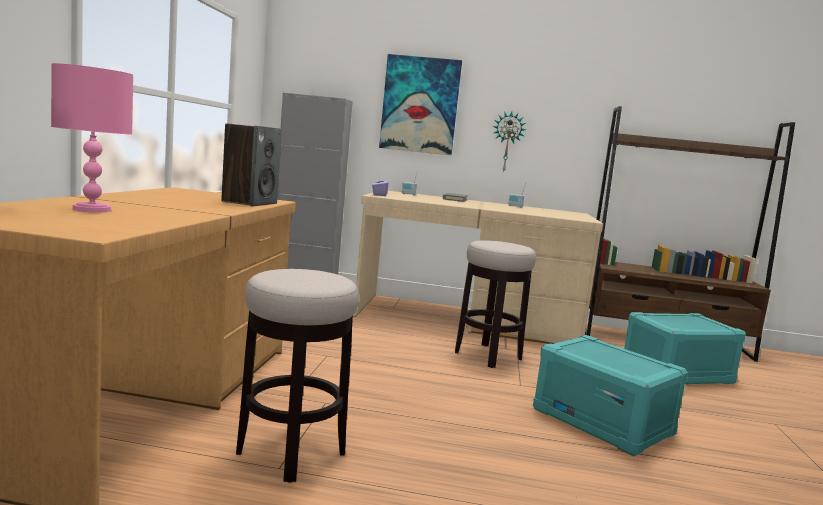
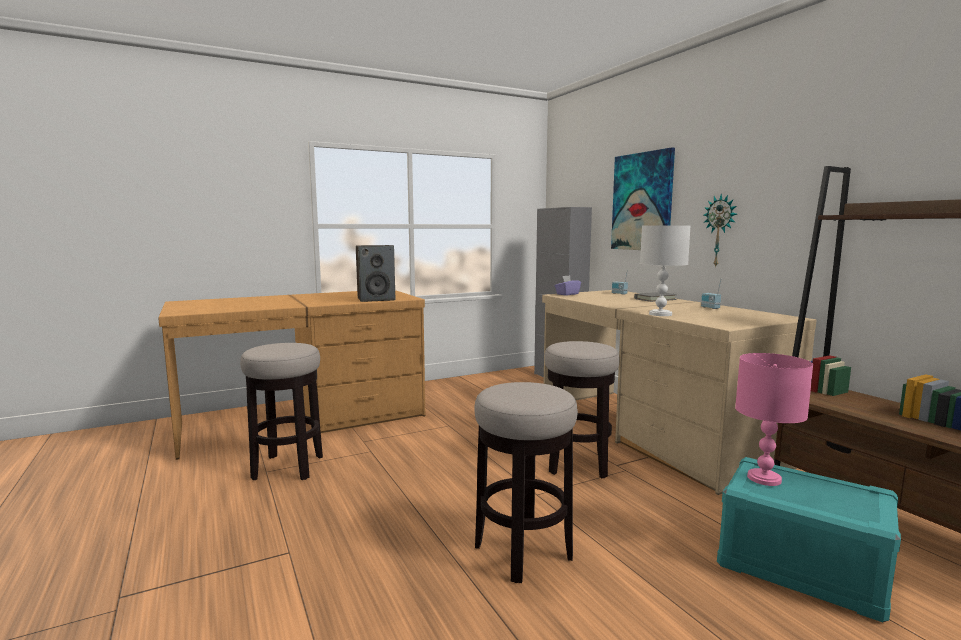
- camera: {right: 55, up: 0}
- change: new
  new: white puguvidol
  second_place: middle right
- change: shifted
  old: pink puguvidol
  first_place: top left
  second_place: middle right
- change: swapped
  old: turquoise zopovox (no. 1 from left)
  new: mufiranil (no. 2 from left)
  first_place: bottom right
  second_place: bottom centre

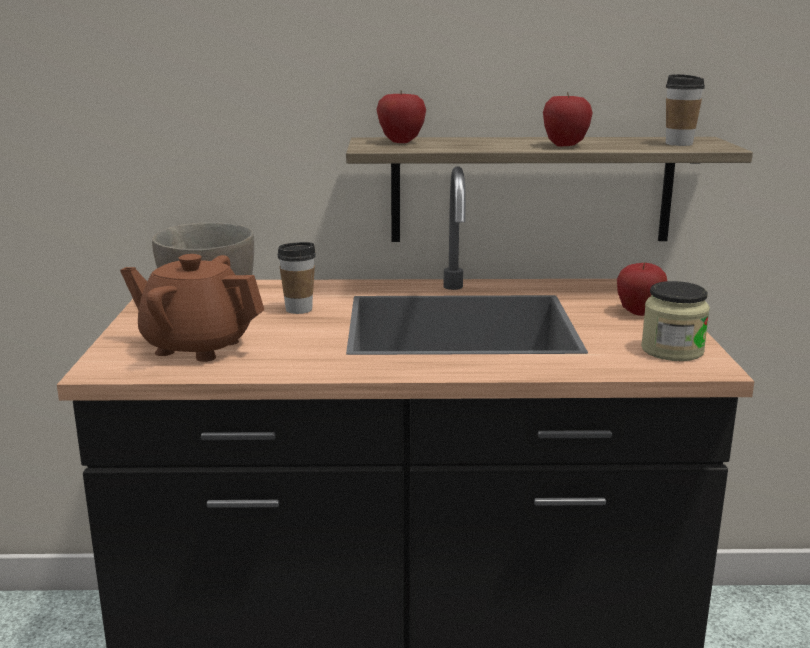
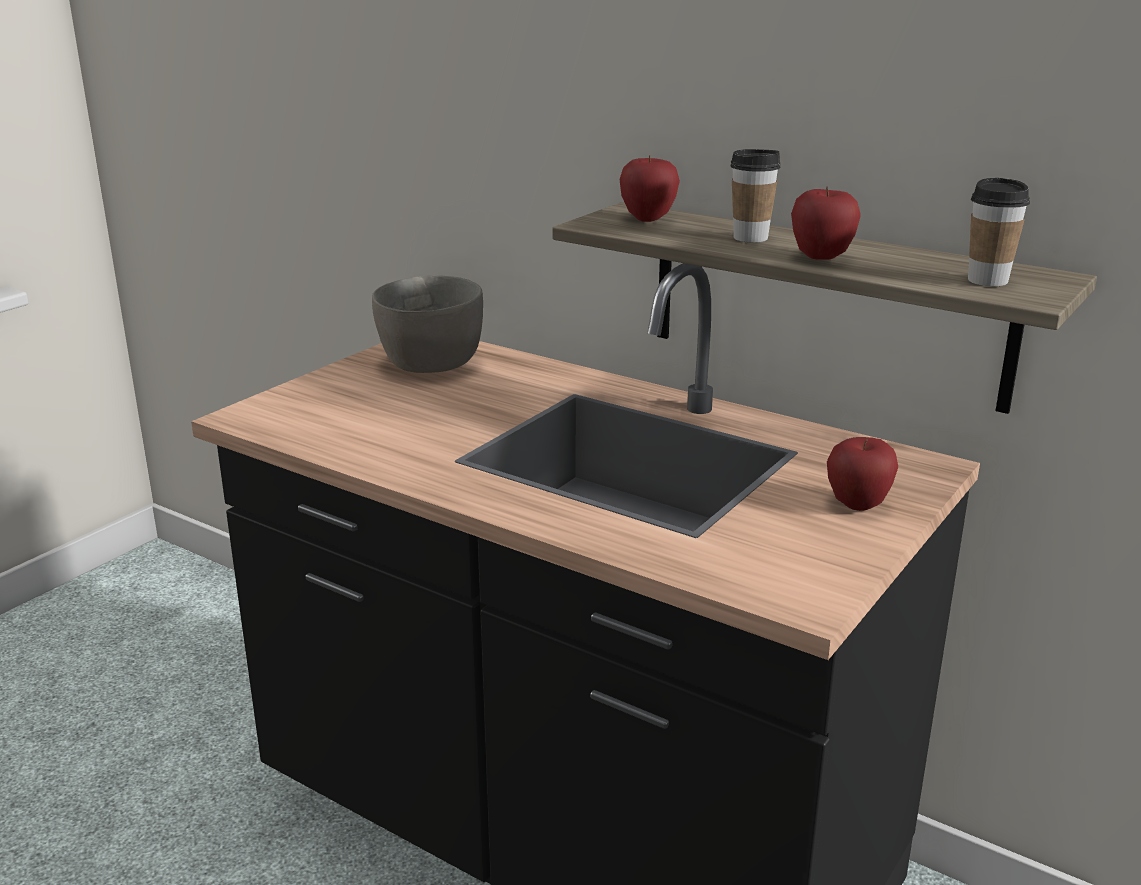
- camera: {right: 35, up: 5}
- change: gone
  old: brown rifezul
  first_place: middle left
- change: gone
  old: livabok
  first_place: middle right
- change: shifted
  old: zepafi (no. 1 from left)
  first_place: centre
  second_place: top centre

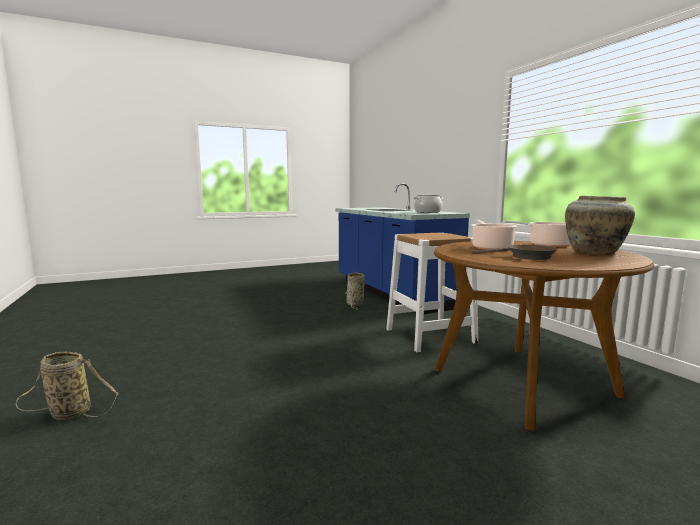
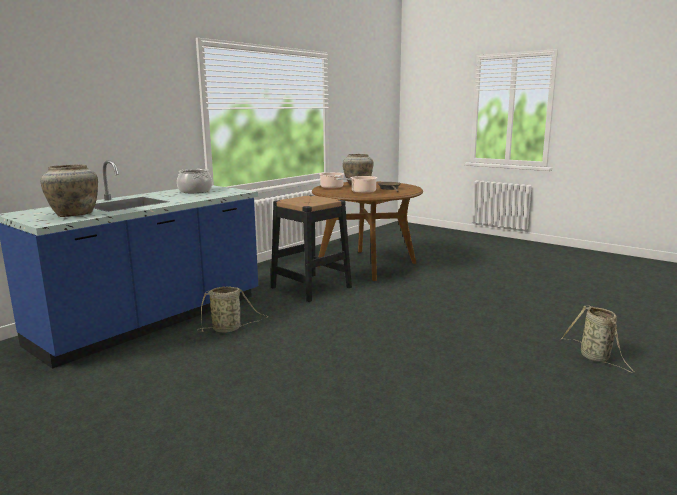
- camera: {right: -115, up: 5}
- change: new
  new: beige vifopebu (no. 1 from left)
  second_place: middle left
- change: repainted
  old: white mufiranil
  new: black mufiranil
  first_place: centre
  second_place: centre

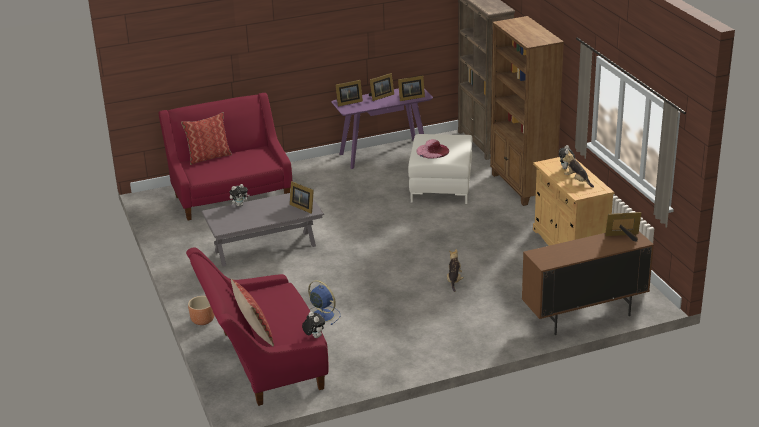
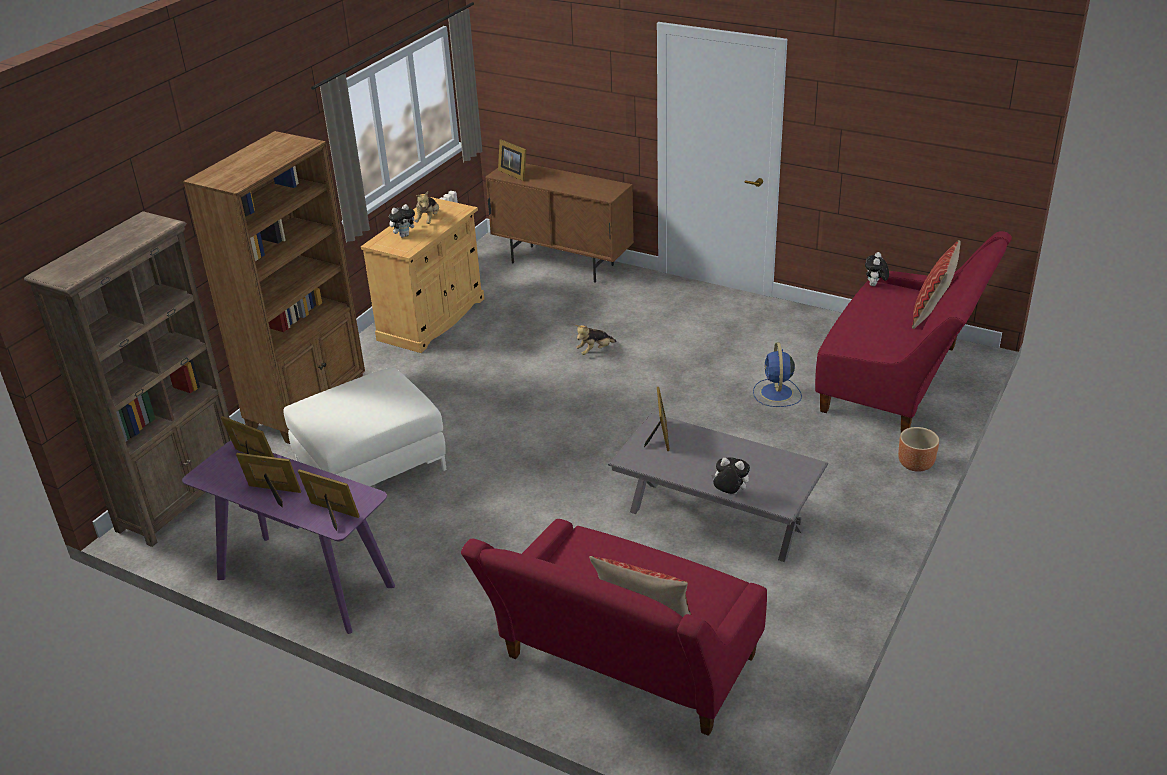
- camera: {right: -130, up: 5}
- change: gone
  old: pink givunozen
  first_place: centre

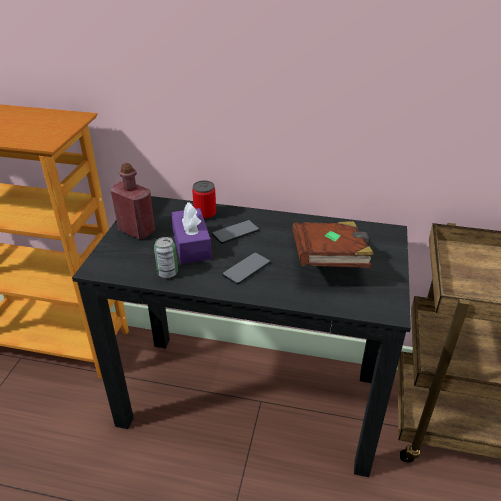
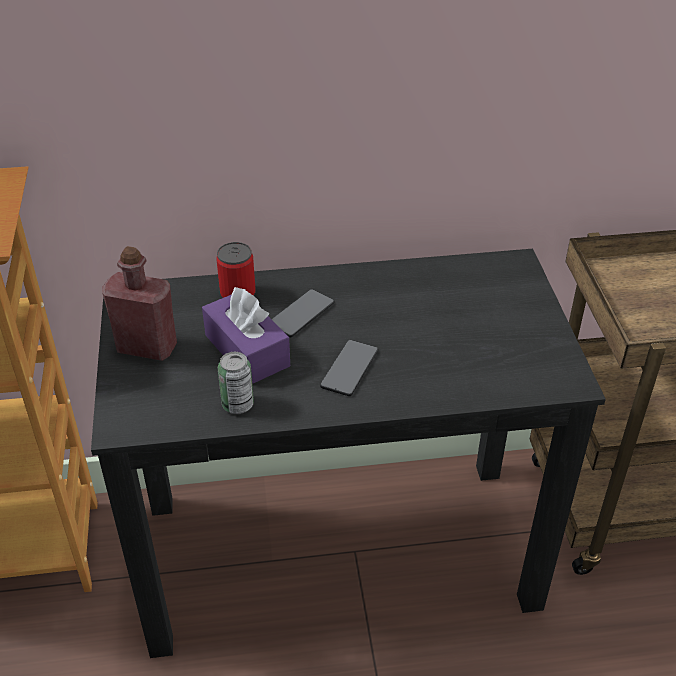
- camera: {right: -20, up: 5}
- change: gone
  old: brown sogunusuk
  first_place: centre

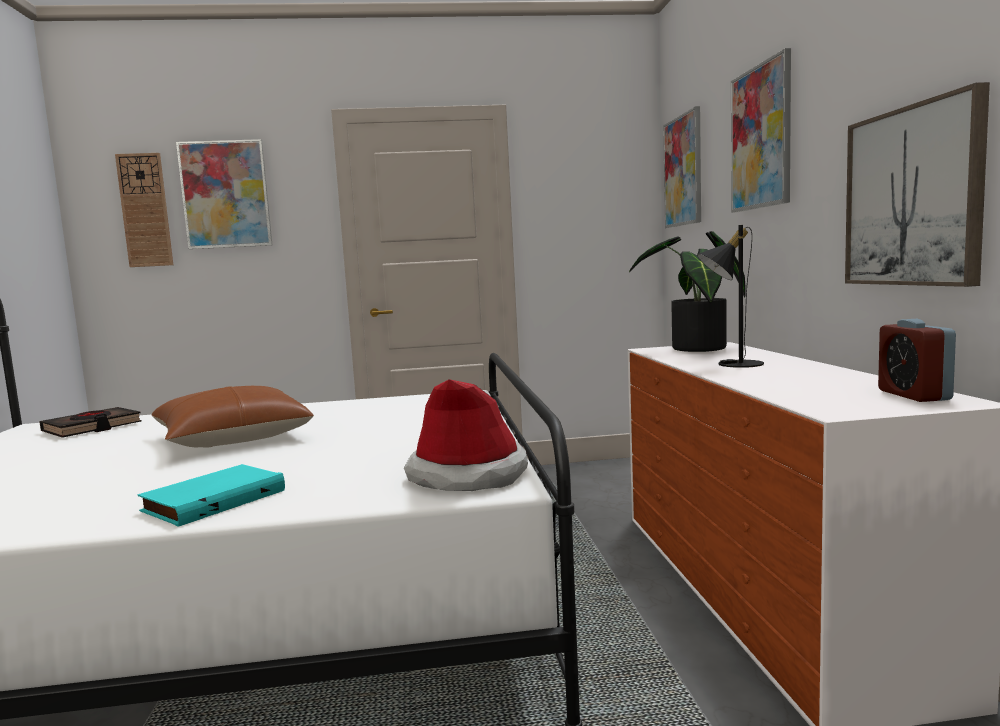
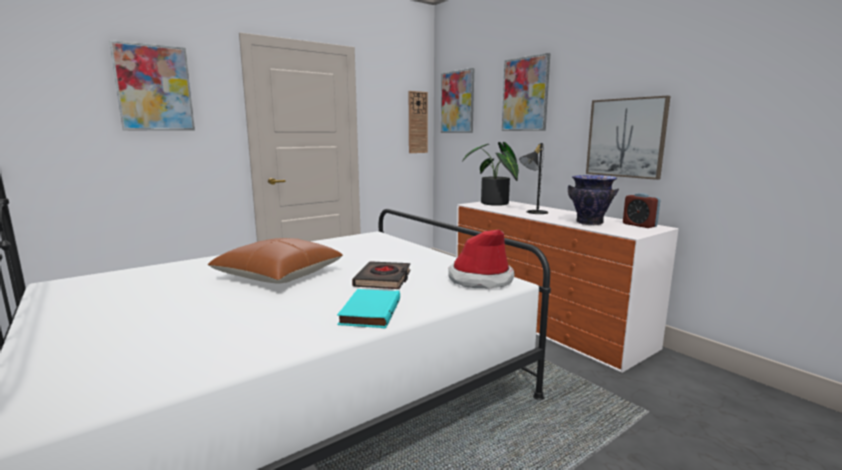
- camera: {right: -30, up: 5}
- change: new
  new: vifopebu
  second_place: middle right
- change: shifted
  old: black sogunusuk
  first_place: middle left
  second_place: centre
- change: shifted
  old: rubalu
  first_place: top left
  second_place: top centre

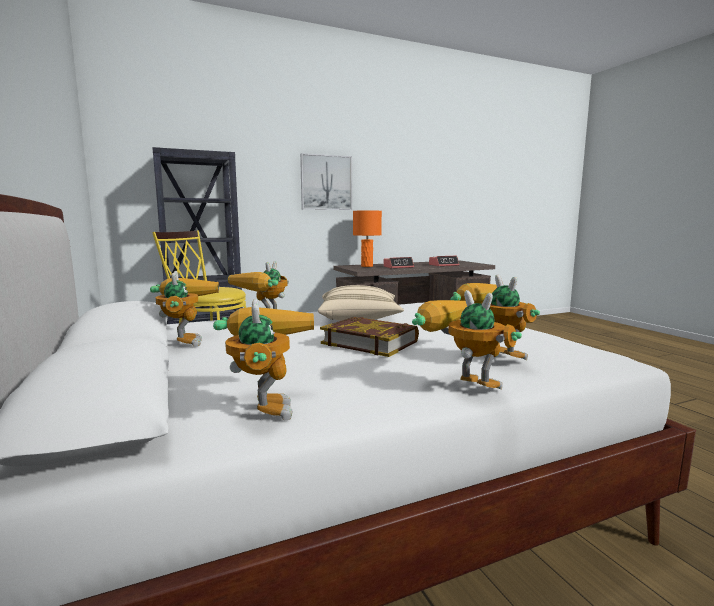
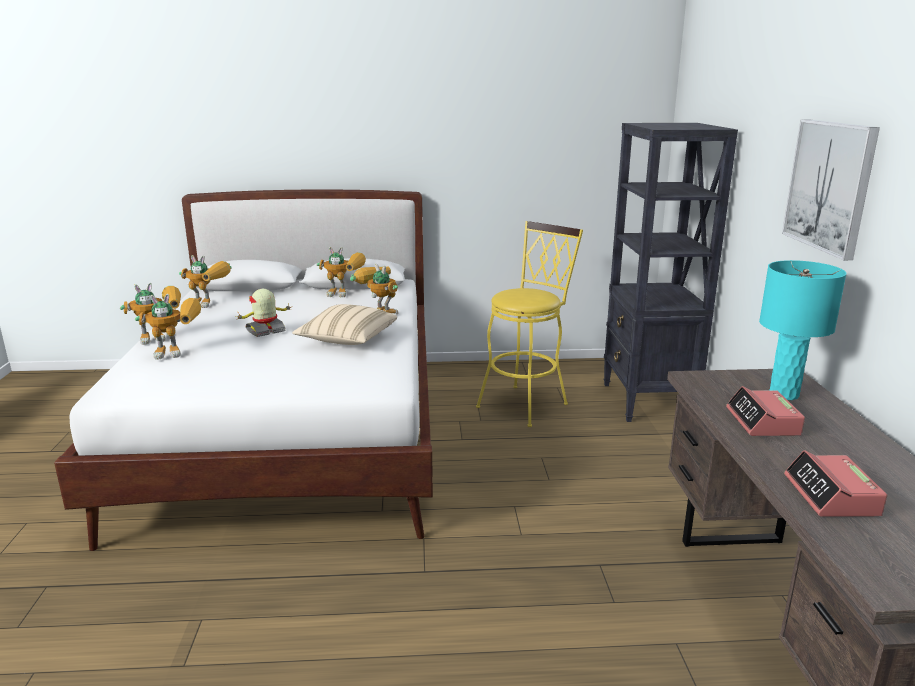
- camera: {right: 110, up: 10}
- change: swapped
  old: sogunusuk
  new: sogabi (no. 4 from left)
  first_place: centre
  second_place: middle left
- change: repainted
  old: orange puguvidol
  new: turquoise puguvidol
  first_place: centre
  second_place: middle right

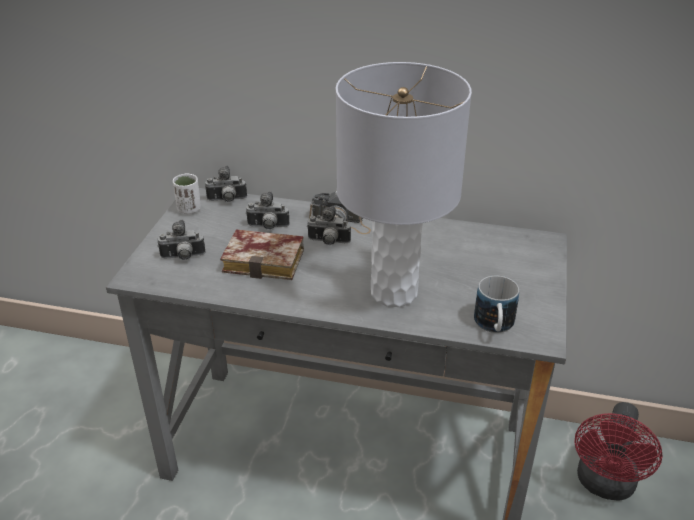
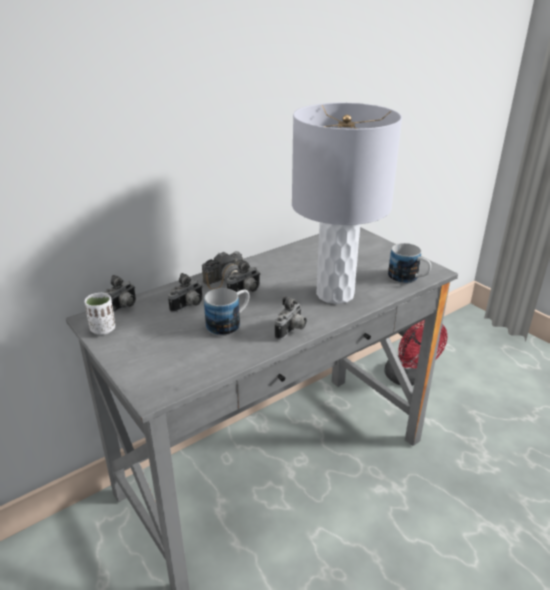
- camera: {right: -50, up: -5}
- change: shifted
  old: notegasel (no. 1 from left in the first image)
  new: notegasel (no. 5 from left)
  first_place: middle left
  second_place: centre
- change: swapped
  old: sogunusuk
  new: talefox (no. 1 from left)
  first_place: centre
  second_place: centre

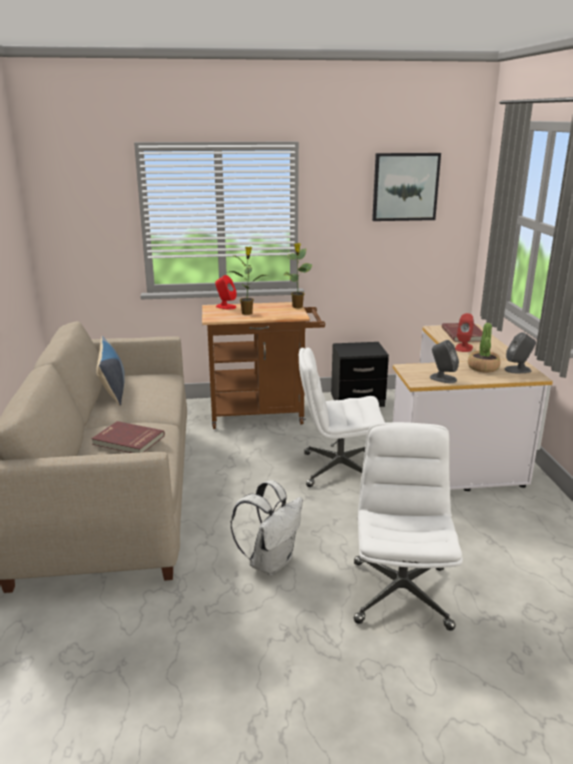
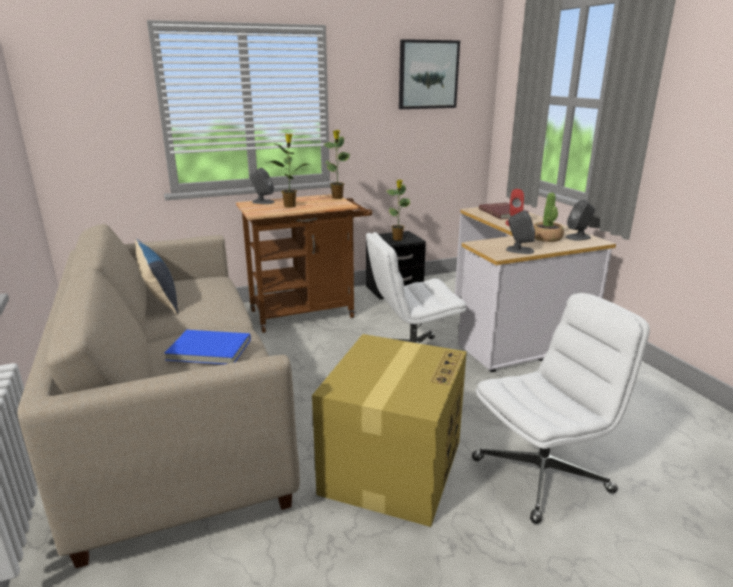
- camera: {right: -15, up: 0}
- change: new
  new: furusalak (no. 3 from left)
  second_place: centre
- change: swapped
  old: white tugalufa
  new: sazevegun
  first_place: bottom centre
  second_place: bottom centre
- change: repainted
  old: red sogunusuk (no. 1 from left)
  new: blue sogunusuk
  first_place: middle left
  second_place: middle left
- change: repainted
  old: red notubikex (no. 1 from left)
  new: grey notubikex (no. 1 from left)
  first_place: centre
  second_place: top centre
- change: rotated
  old: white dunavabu (no. 2 from left)
  first_place: bottom right
  second_place: bottom right
  degrees: 75

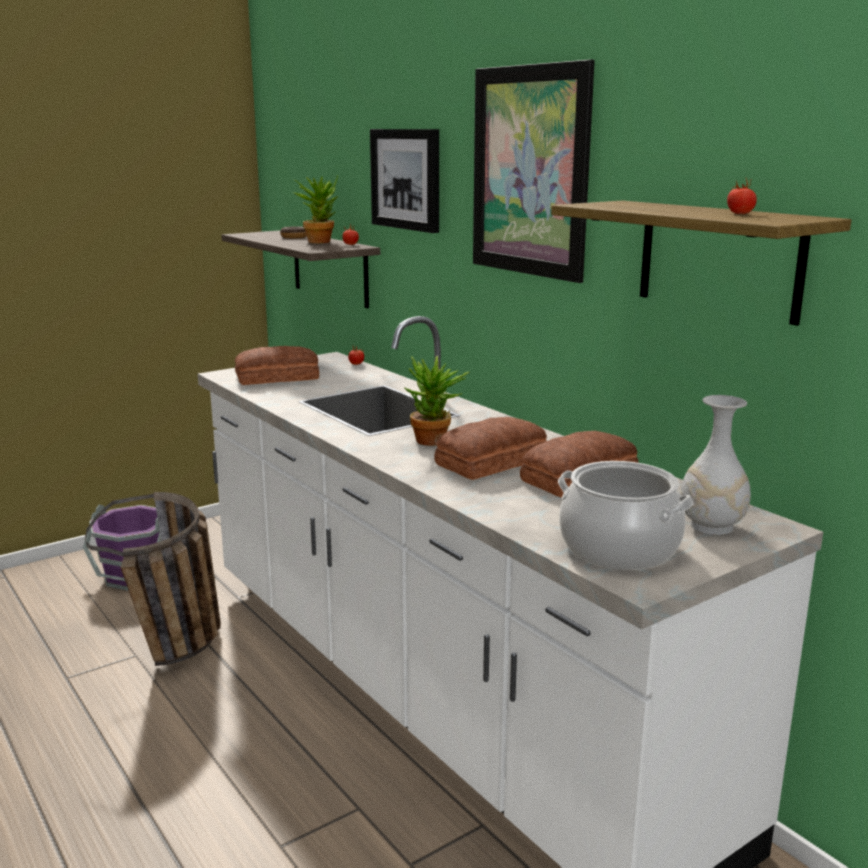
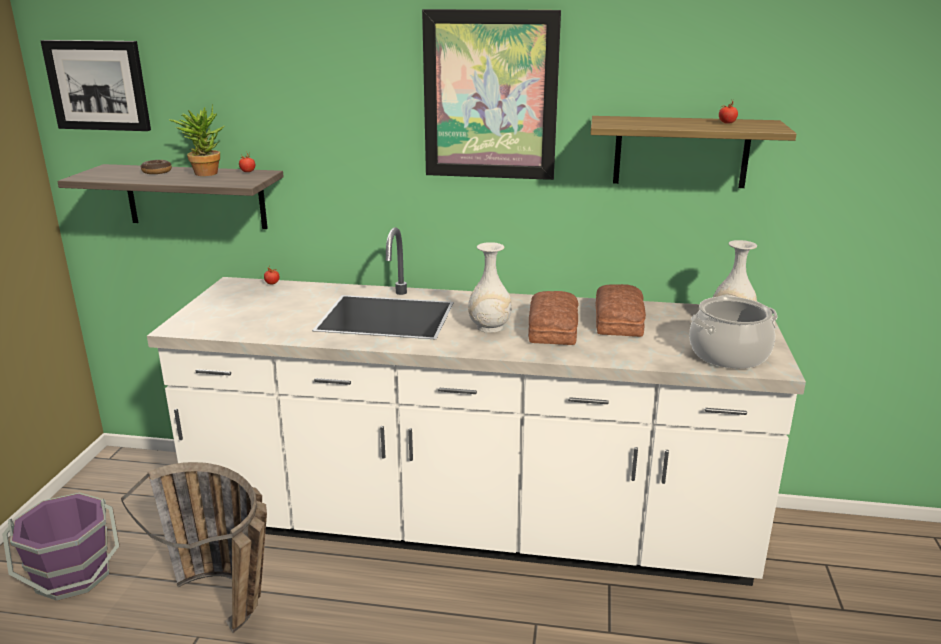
- camera: {right: -45, up: 5}
- change: gone
  old: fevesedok (no. 1 from left)
  first_place: middle left
- change: shifted
  old: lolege (no. 1 from left)
  first_place: top centre
  second_place: top left
- change: swapped
  old: furusalak (no. 2 from left)
  new: white vifopebu (no. 1 from left)
  first_place: centre
  second_place: centre

